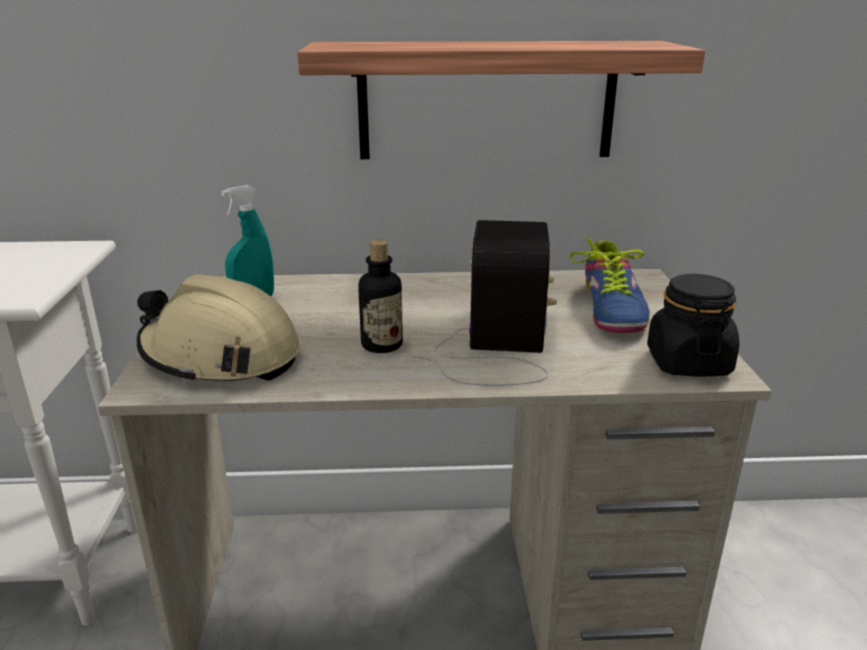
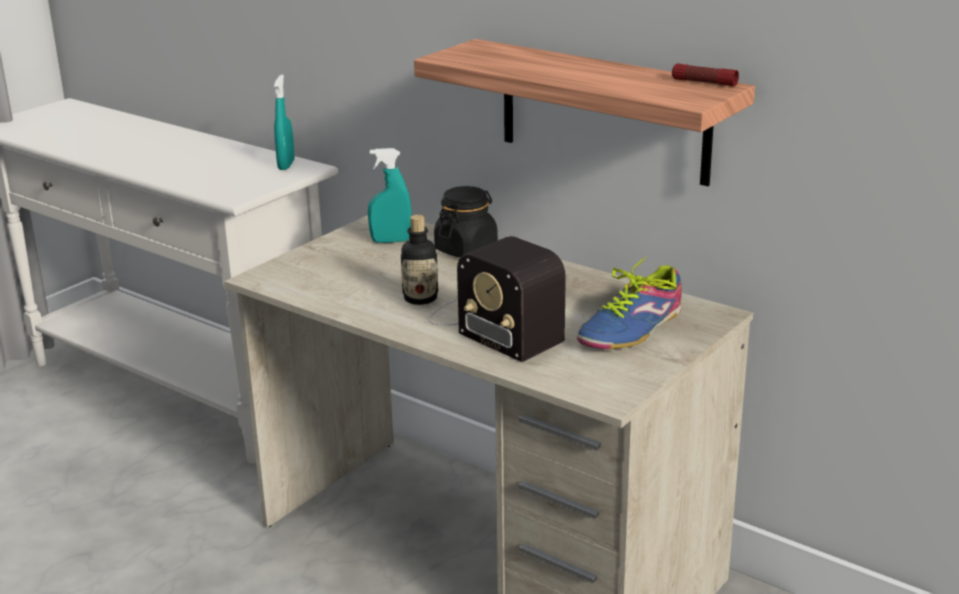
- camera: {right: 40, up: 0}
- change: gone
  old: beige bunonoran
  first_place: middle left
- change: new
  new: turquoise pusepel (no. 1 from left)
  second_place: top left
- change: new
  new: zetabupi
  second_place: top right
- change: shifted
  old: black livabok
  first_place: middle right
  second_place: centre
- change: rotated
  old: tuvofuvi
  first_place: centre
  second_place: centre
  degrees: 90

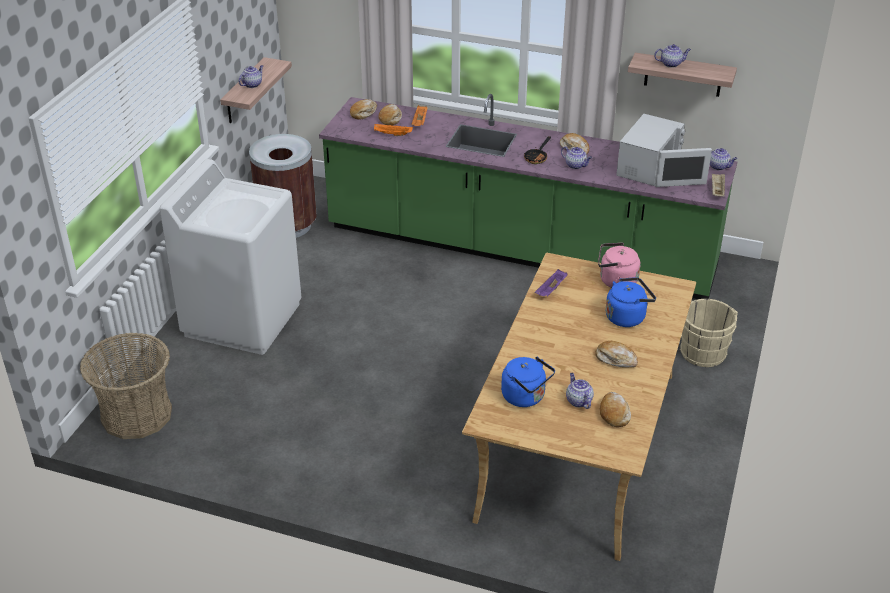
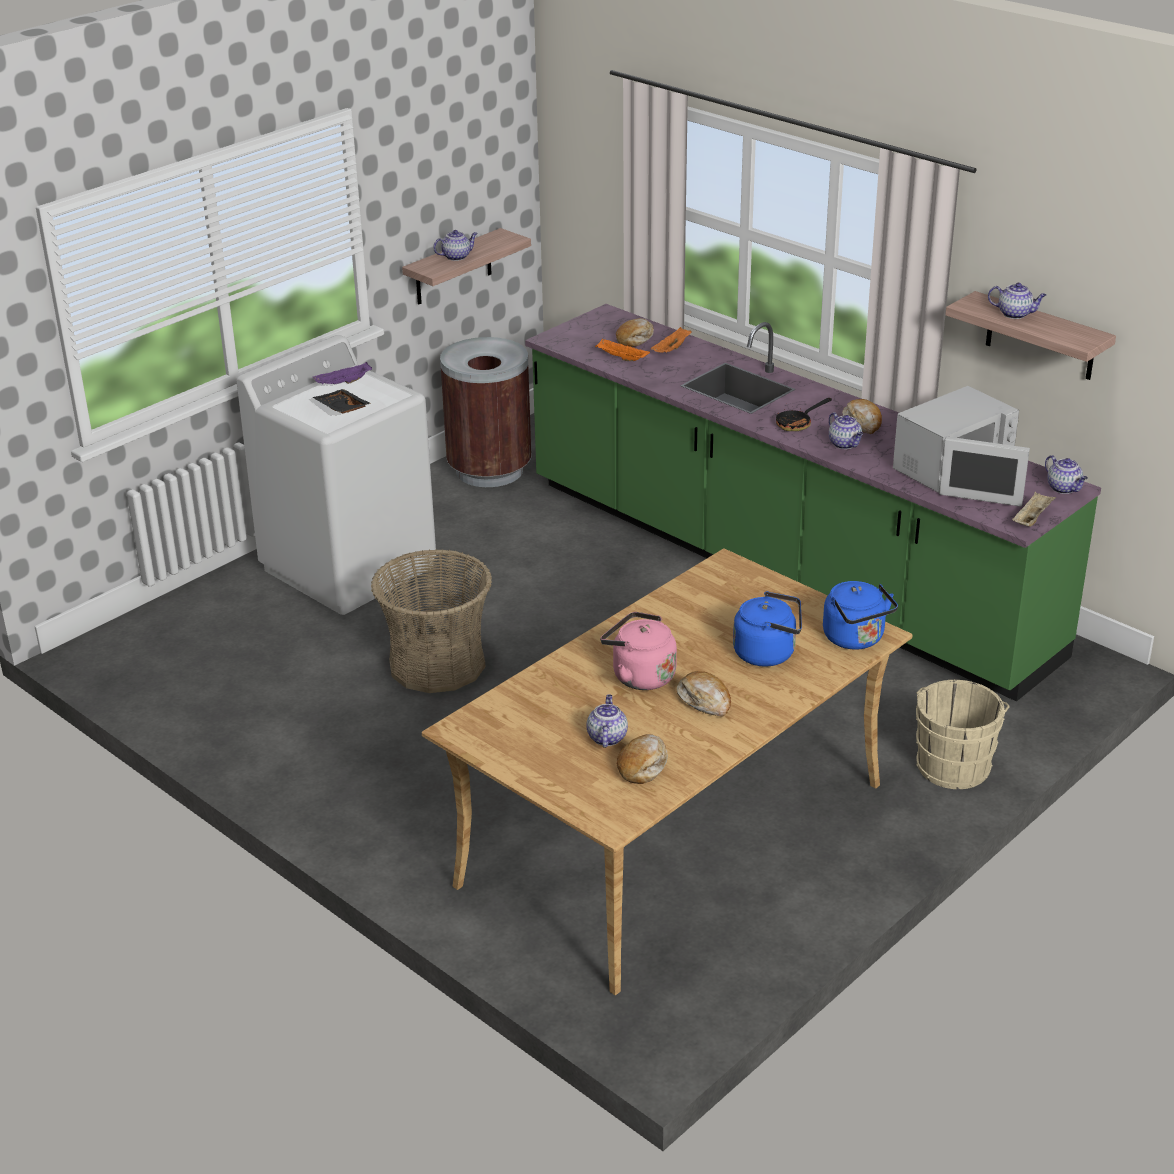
- camera: {right: 25, up: -5}
- change: gone
  old: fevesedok (no. 1 from left)
  first_place: top centre
- change: new
  new: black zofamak
  second_place: middle left
- change: shifted
  old: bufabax
  first_place: middle left
  second_place: centre
- change: shifted
  old: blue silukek (no. 1 from left in the first image)
  new: blue silukek (no. 2 from left)
  first_place: centre
  second_place: middle right
- change: shifted
  old: purple zofamak
  first_place: centre
  second_place: top left
- change: shifted
  old: pink silukek
  first_place: middle right
  second_place: centre

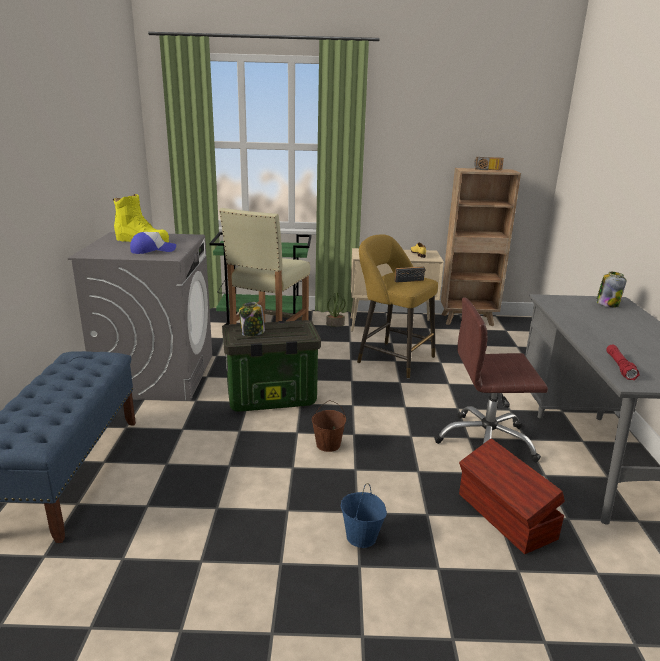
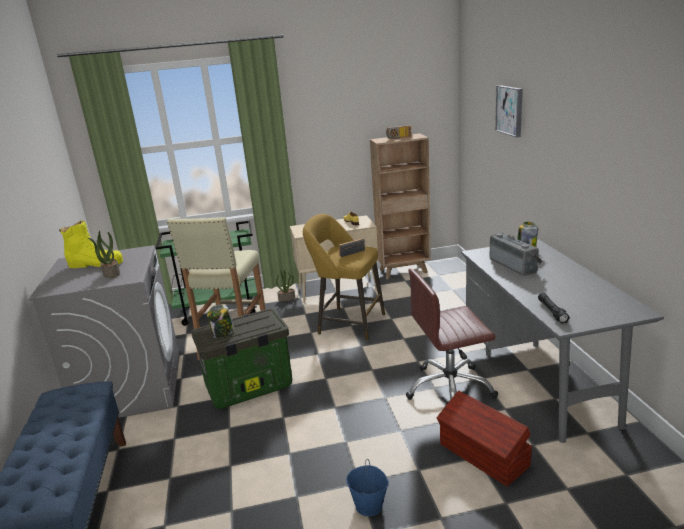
- camera: {right: -10, up: 0}
- change: gone
  old: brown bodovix
  first_place: centre
- change: new
  new: tuvofuvi (no. 3 from left)
  second_place: middle right
- change: new
  new: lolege
  second_place: top right
- change: swapped
  old: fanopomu
  new: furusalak (no. 1 from left)
  first_place: middle left
  second_place: middle left
- change: repainted
  old: red zetabupi
  new: black zetabupi
  first_place: middle right
  second_place: middle right

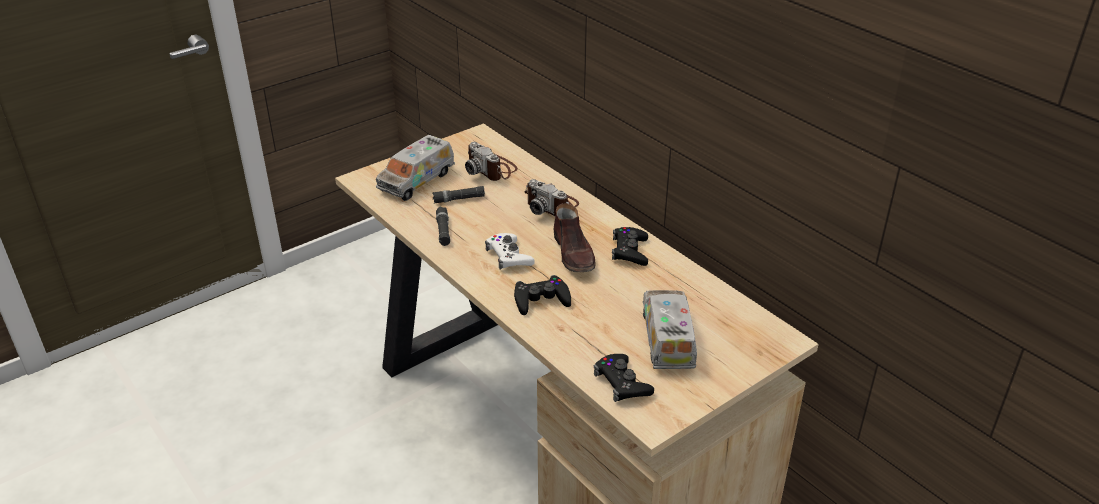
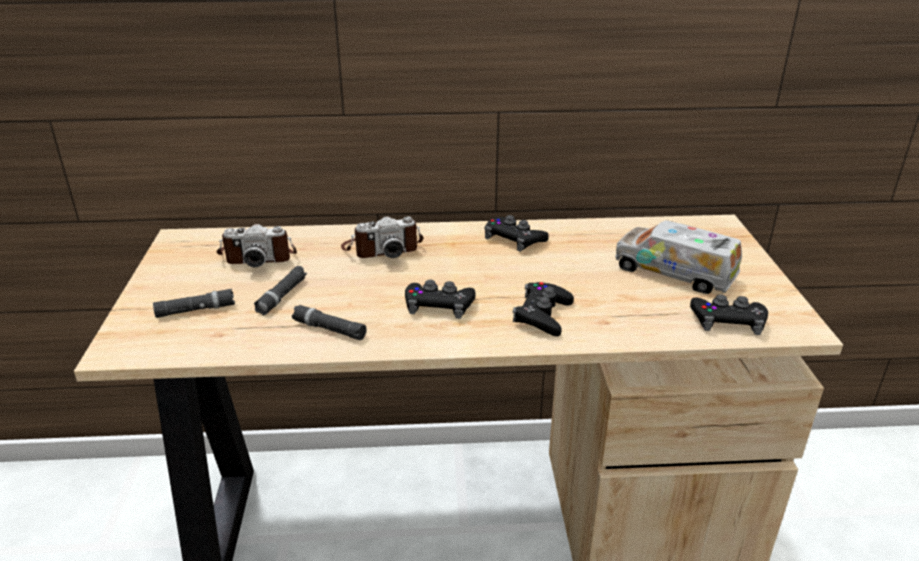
- camera: {right: -55, up: -5}
- change: gone
  old: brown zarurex
  first_place: centre
- change: swapped
  old: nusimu (no. 1 from left)
  new: black zetabupi (no. 1 from left)
  first_place: centre
  second_place: middle left
- change: repainted
  old: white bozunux
  new: black bozunux (no. 1 from left)
  first_place: centre
  second_place: centre

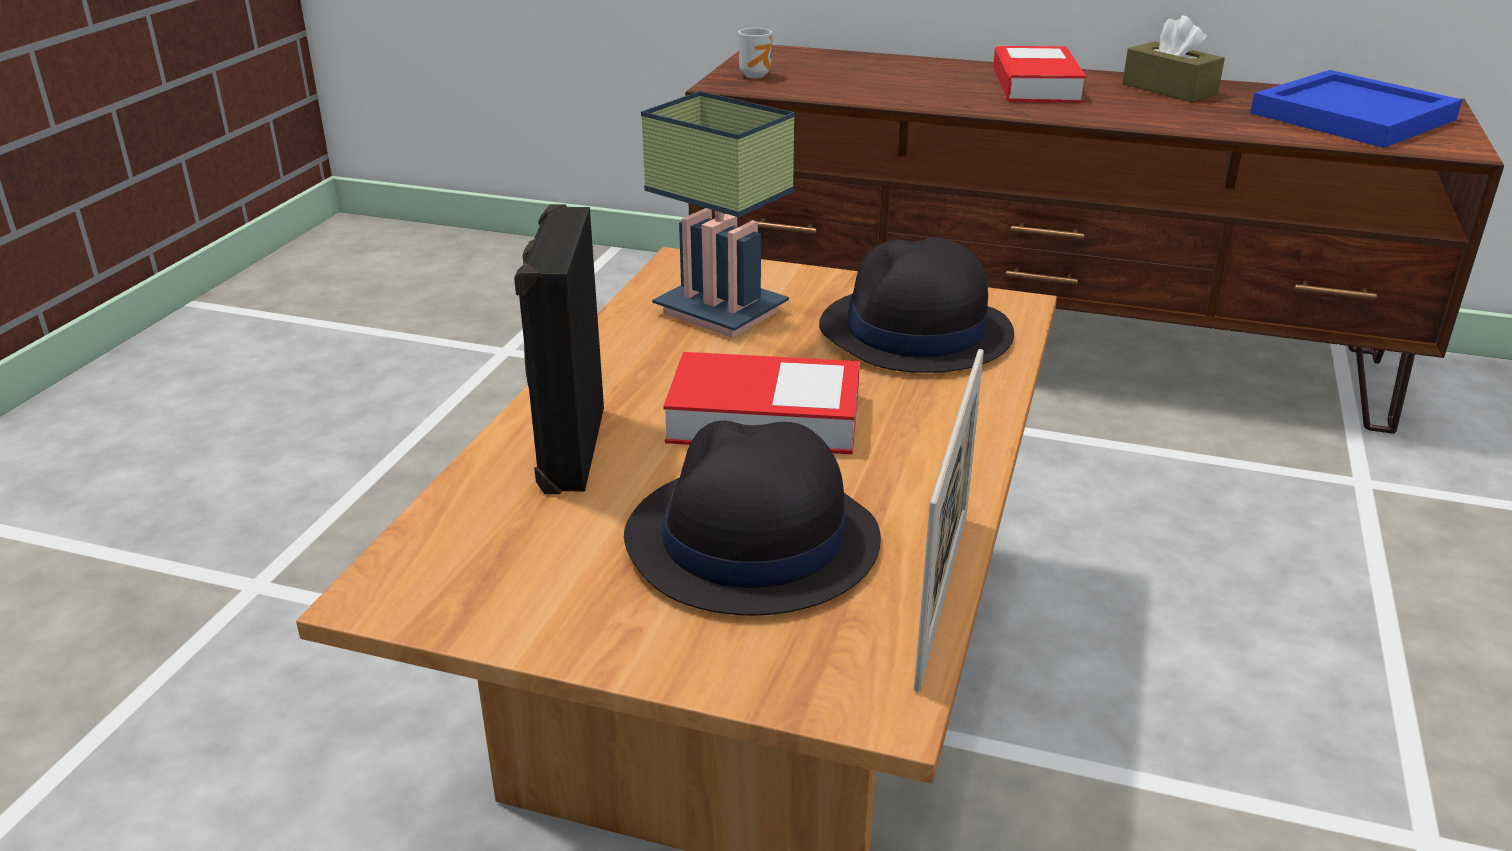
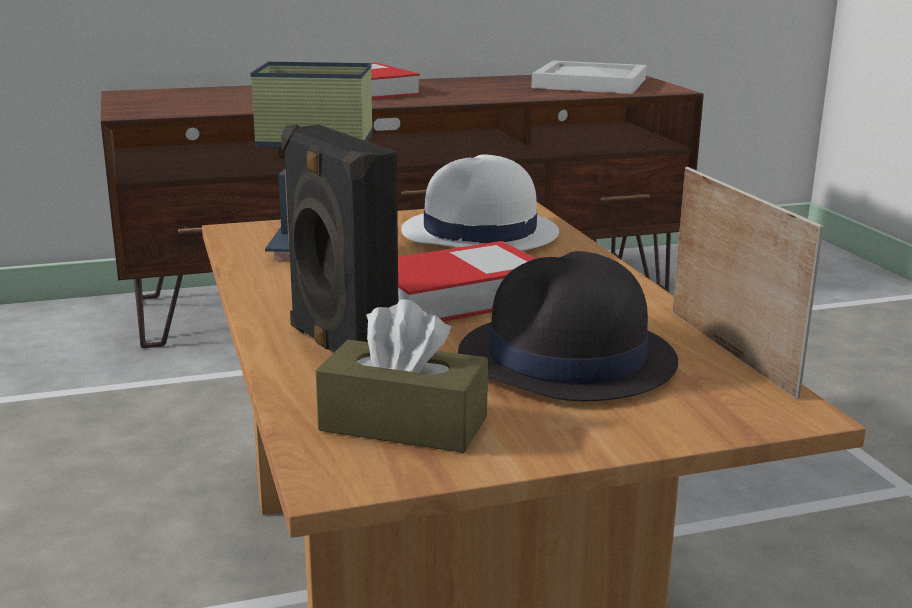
- camera: {right: -35, up: -10}
- change: gone
  old: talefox
  first_place: top centre
- change: shifted
  old: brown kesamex
  first_place: top right
  second_place: centre
- change: repainted
  old: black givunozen (no. 2 from left)
  new: white givunozen
  first_place: centre
  second_place: top centre
- change: repainted
  old: blue zofamak
  new: white zofamak
  first_place: top right
  second_place: top centre

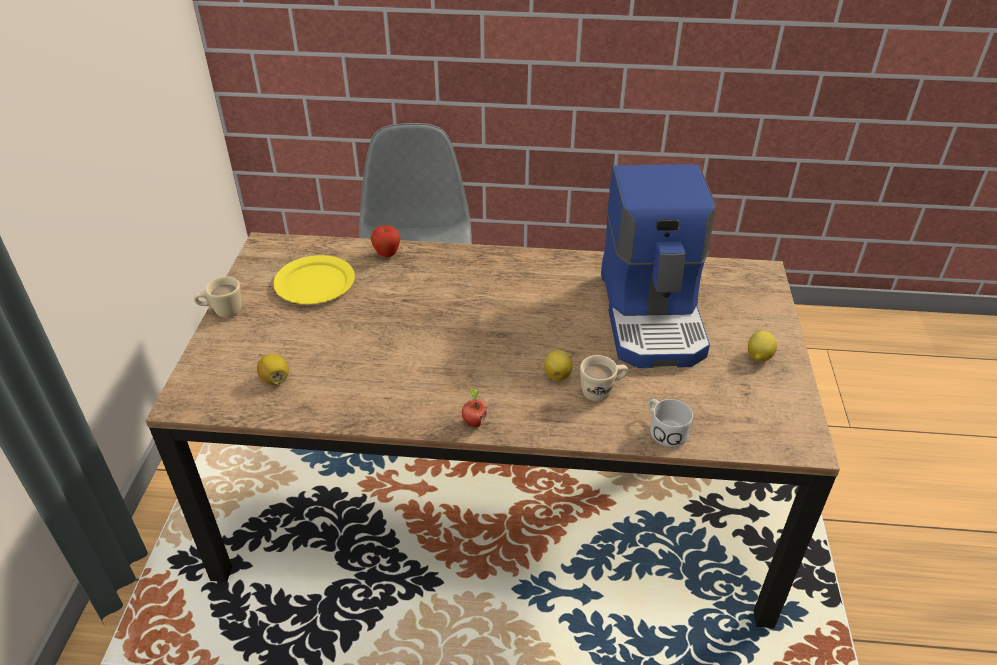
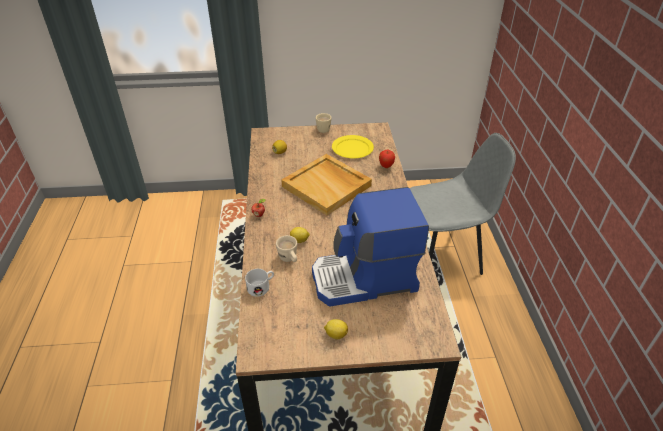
- camera: {right: 80, up: 0}
- change: new
  new: beige zofamak
  second_place: centre

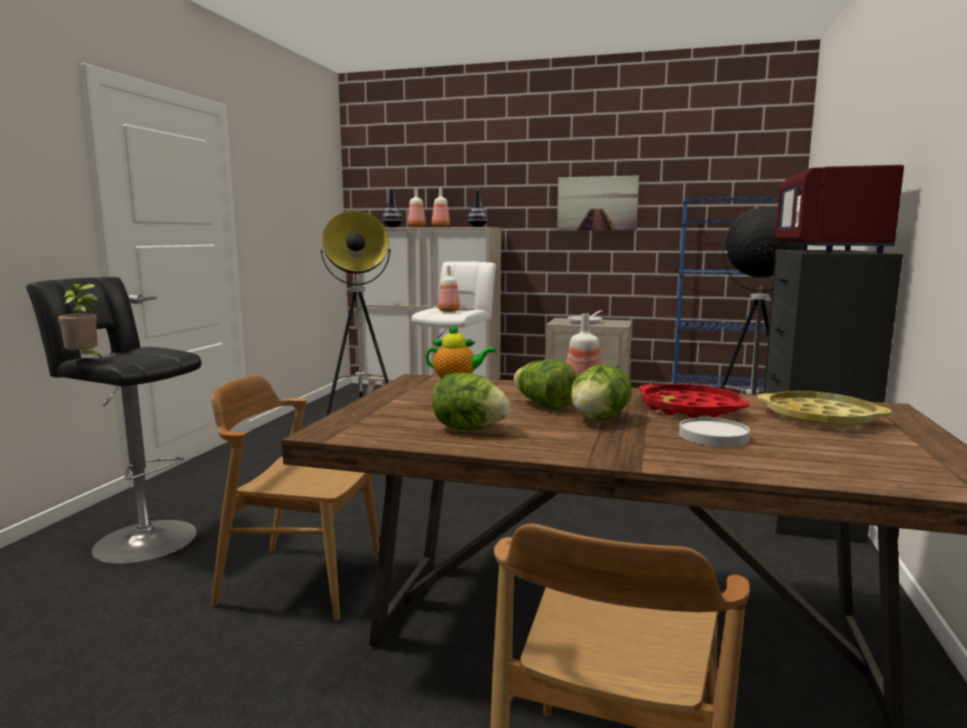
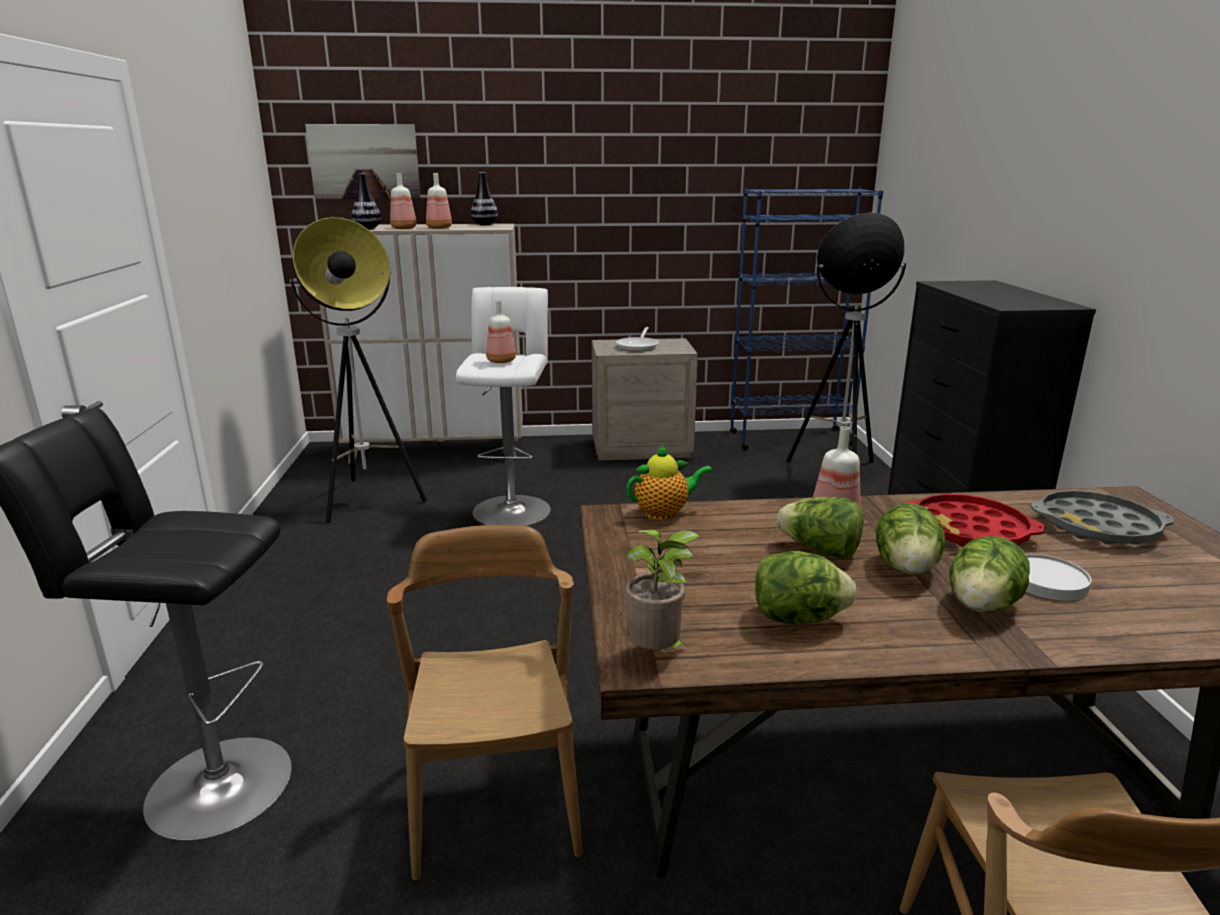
- camera: {right: -20, up: 10}
- change: gone
  old: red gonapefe
  first_place: top right
- change: new
  new: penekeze (no. 4 from left)
  second_place: middle right
- change: shifted
  old: furusalak
  first_place: middle left
  second_place: centre
- change: shifted
  old: lolege
  first_place: top centre
  second_place: top left
- change: repainted
  old: yellow zofamak
  new: grey zofamak
  first_place: middle right
  second_place: middle right
- change: rotated
  old: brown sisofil (no. 1 from left)
  first_place: bottom left
  second_place: bottom centre
  degrees: 90

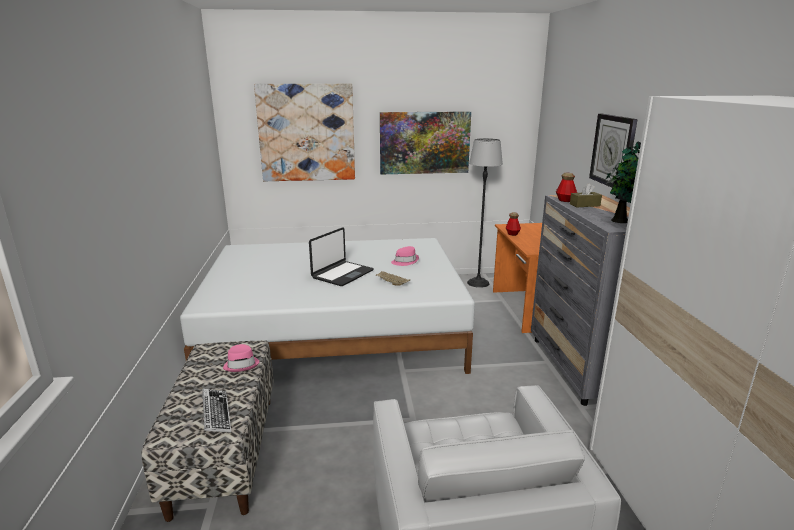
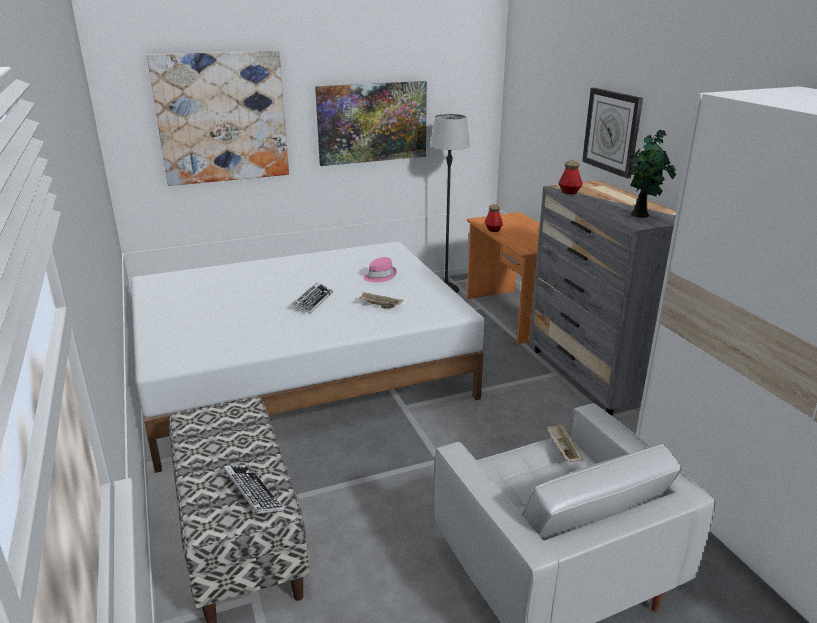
- camera: {right: -15, up: 5}
- change: gone
  old: pink givunozen (no. 1 from left)
  first_place: bottom left
- change: gone
  old: brown kesamex
  first_place: middle right
- change: new
  new: beige zofamak (no. 2 from left)
  second_place: bottom right
- change: swapped
  old: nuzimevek
  new: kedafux (no. 2 from left)
  first_place: centre
  second_place: centre

